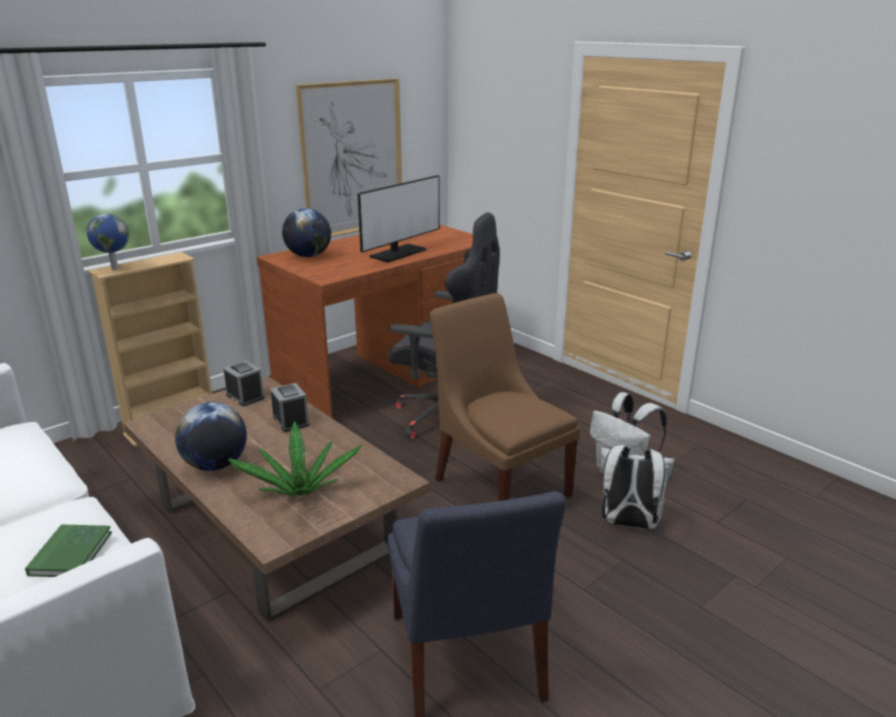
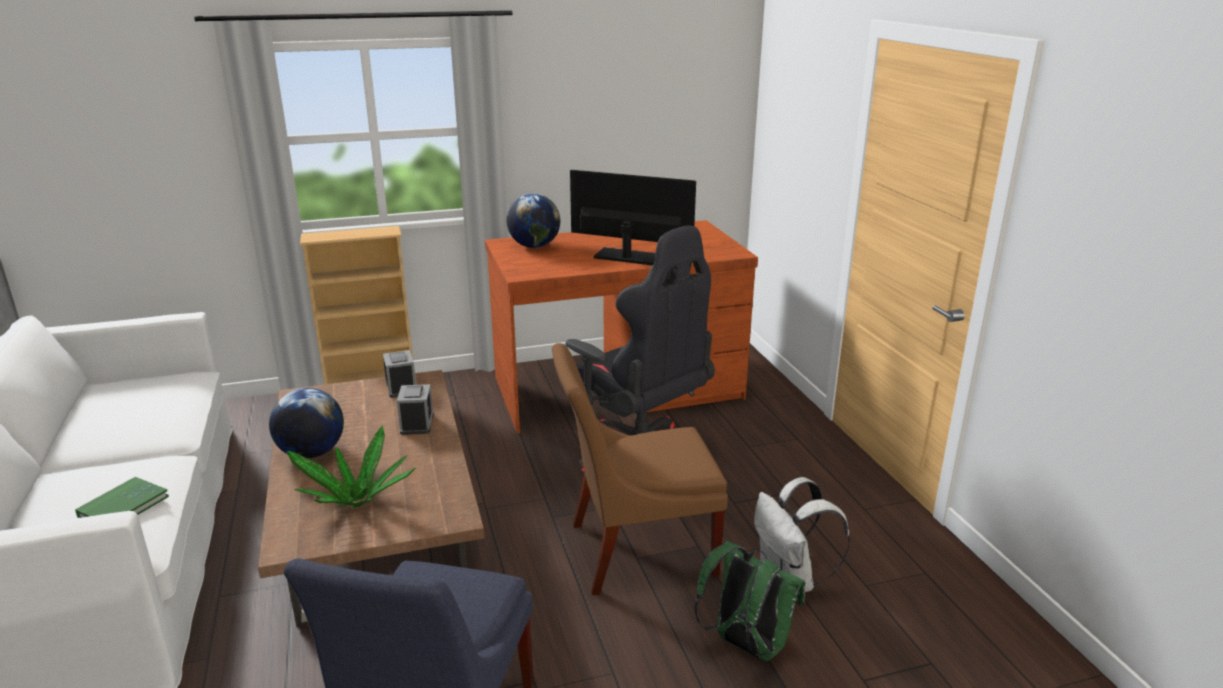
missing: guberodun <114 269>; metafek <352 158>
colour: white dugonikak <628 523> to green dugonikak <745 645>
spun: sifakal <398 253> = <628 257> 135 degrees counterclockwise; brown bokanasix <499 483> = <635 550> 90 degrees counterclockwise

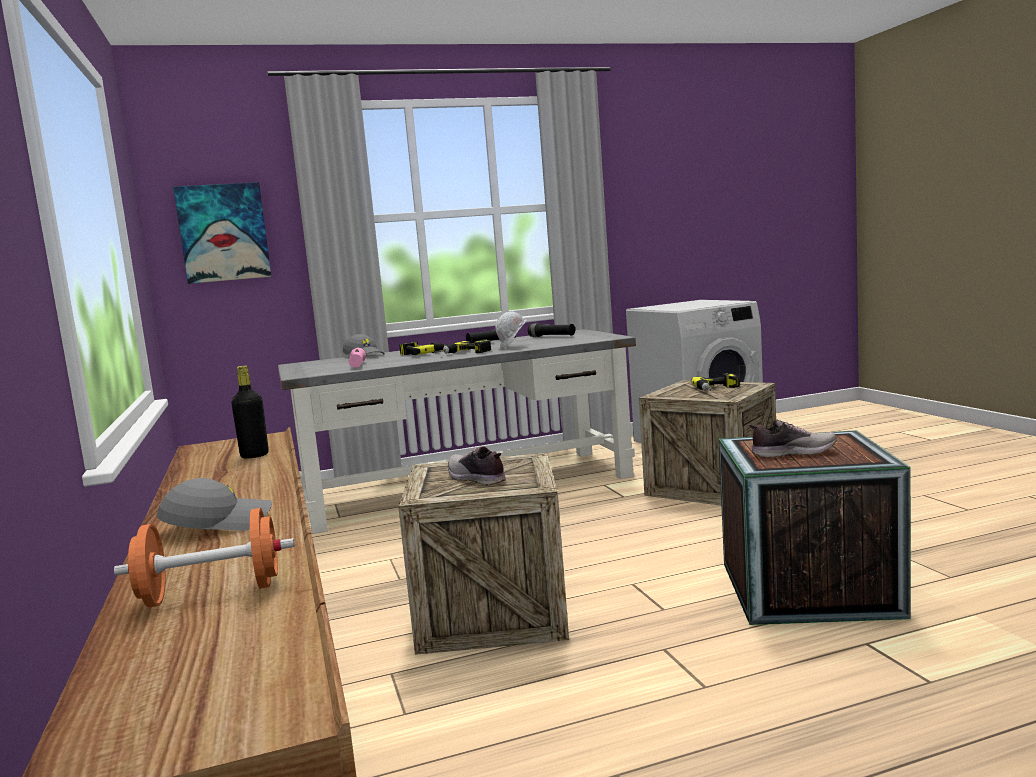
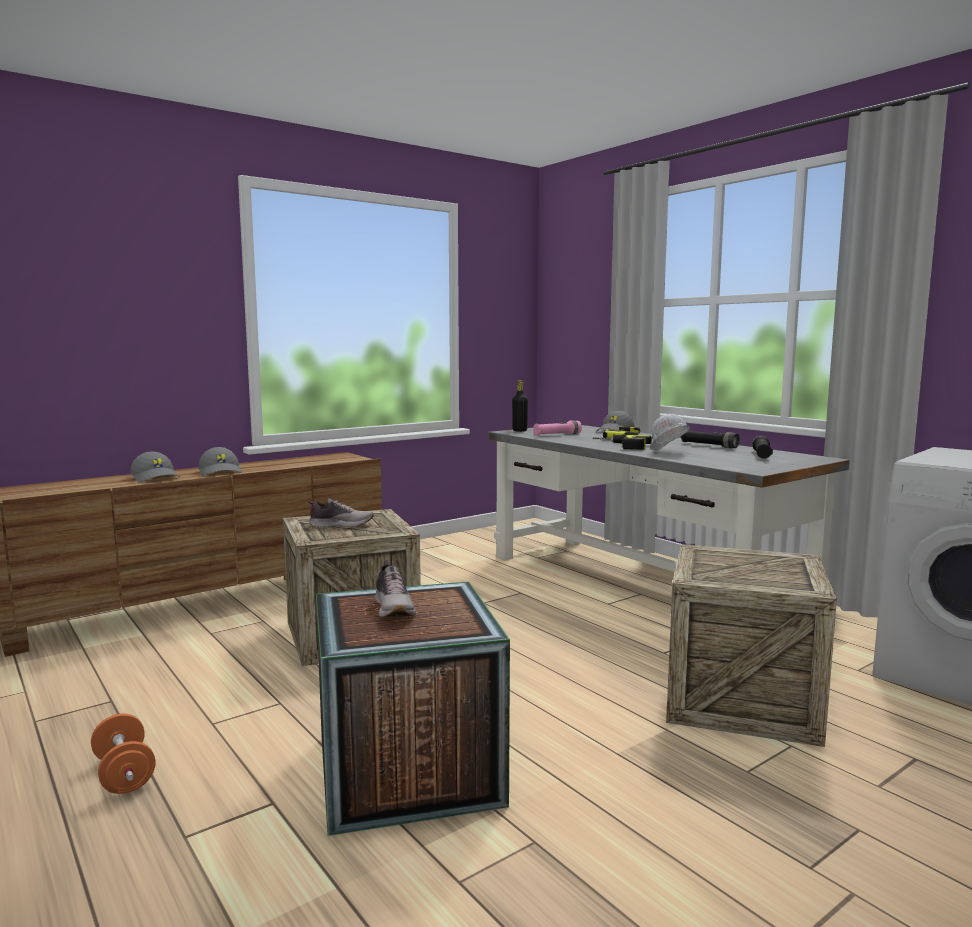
missing: metafek <223 233>; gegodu <718 389>
appeared: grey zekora <221 472>
relocated: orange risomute <212 594> to <124 775>; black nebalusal <254 455> to <519 431>
spun: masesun <476 479> = <341 525> 60 degrees clockwise

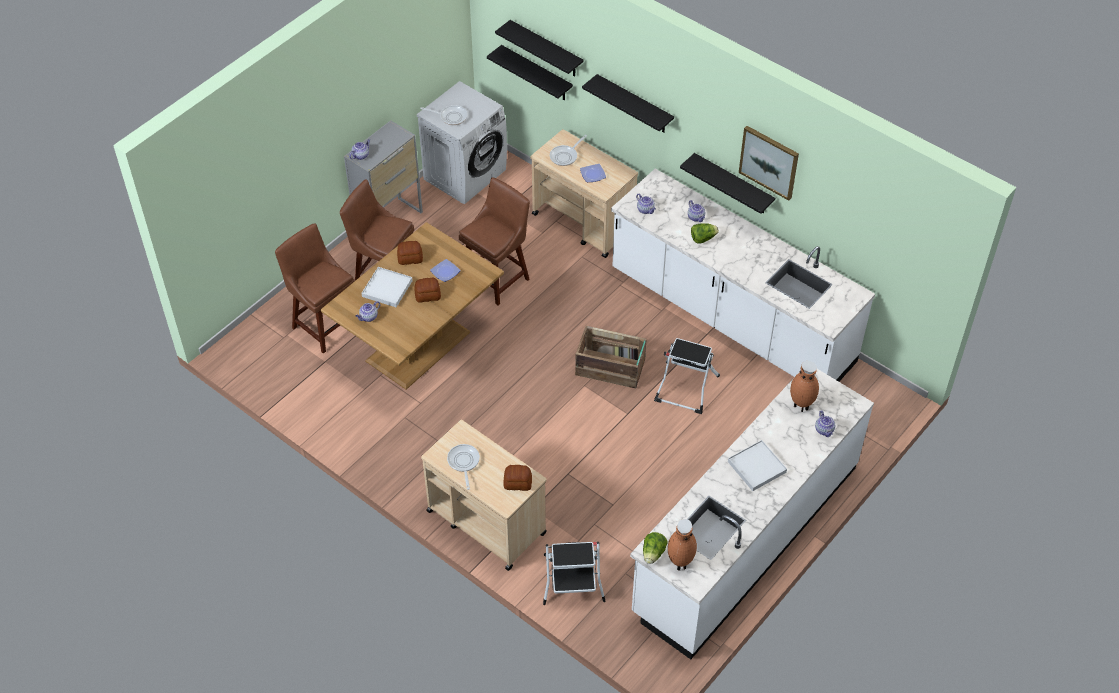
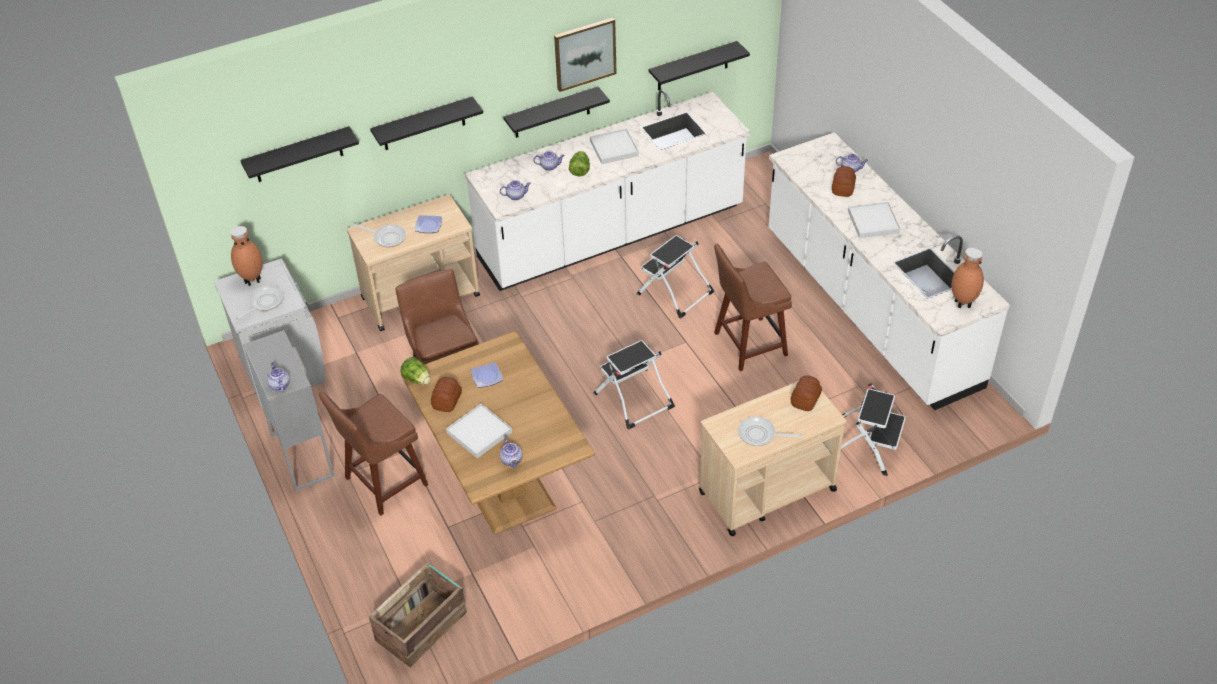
appeared: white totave <614 148>; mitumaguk <634 397>
relocated: brown bokanasix <325 323> to <746 344>; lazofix <428 295> to <843 188>; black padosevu <536 74> to <693 66>; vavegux <611 368> to <422 626>; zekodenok <653 553> to <417 379>; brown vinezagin <801 405> to <252 280>
spun: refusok <565 156> = <387 237> 45 degrees counterclockwise

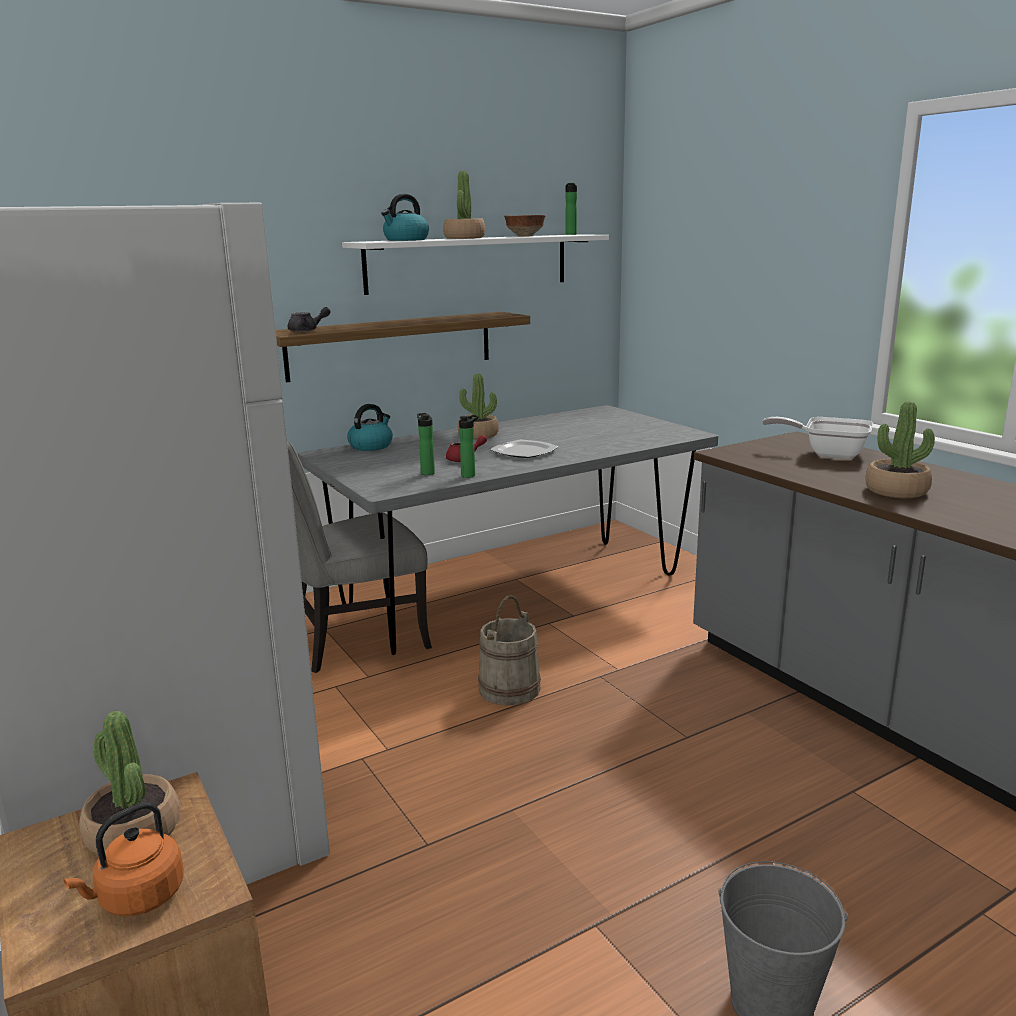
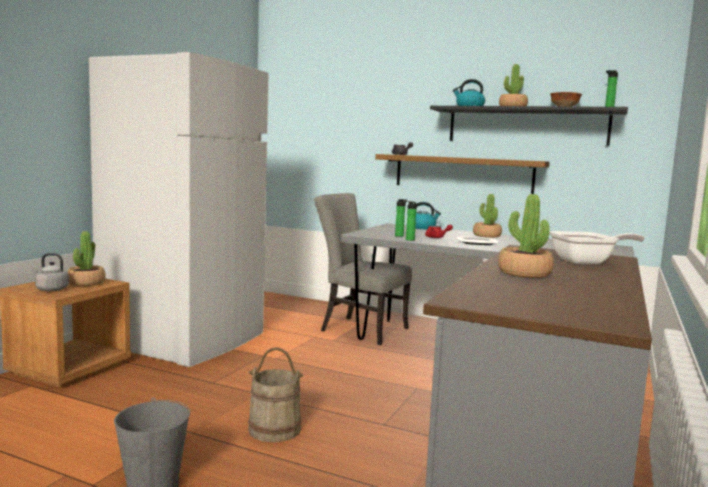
relocated: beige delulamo <509 689> to <274 429>
colour: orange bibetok <137 898> to grey bibetok <50 289>; white padosevu <469 263> to black padosevu <526 126>
spun: refusok <827 453> = <587 262> 90 degrees clockwise

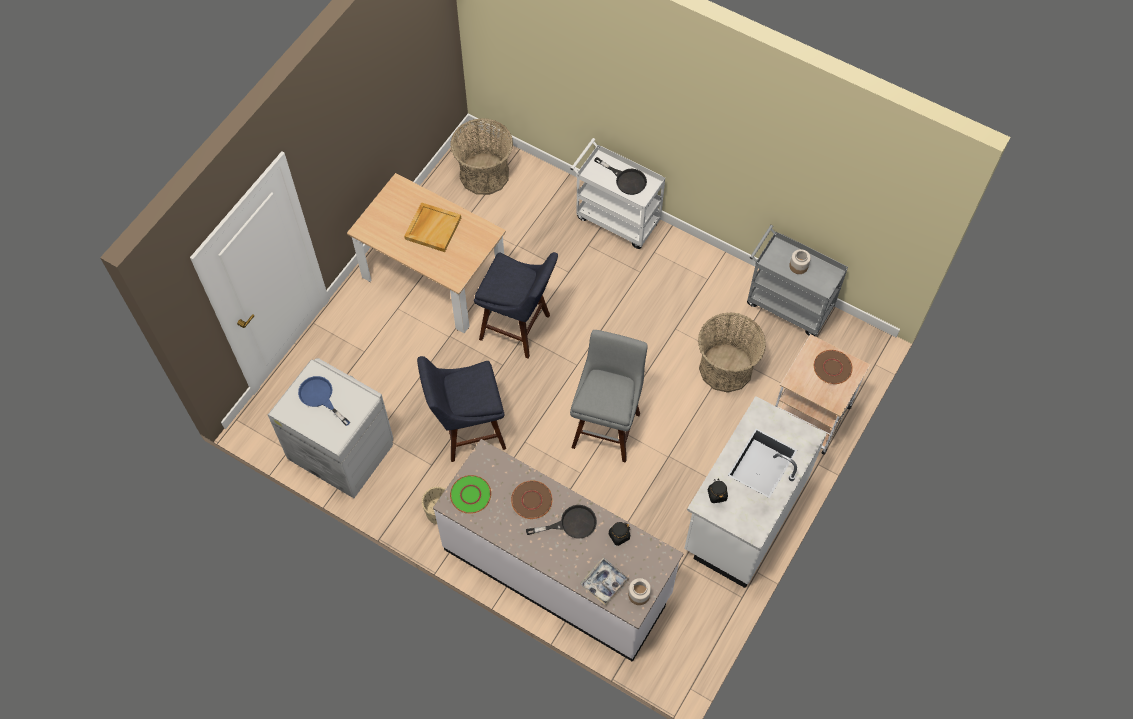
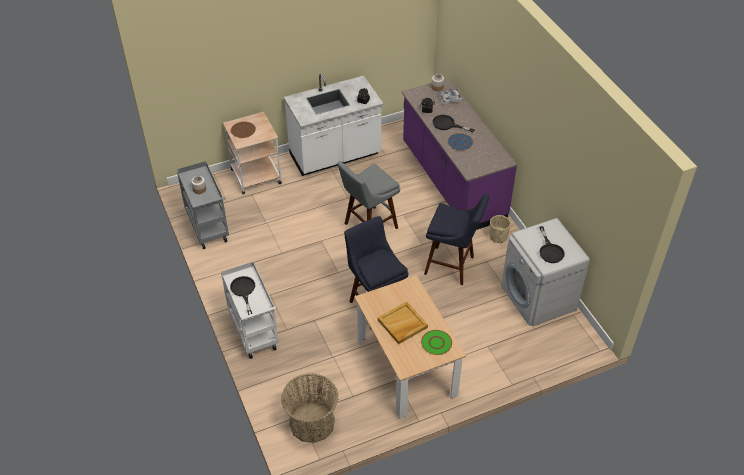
missing: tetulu <726 368>
relocated: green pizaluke <470 494> to <436 343>
colour: blue refusok <320 397> to black refusok <550 250>; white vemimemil <557 571> to purple vemimemil <452 181>; brown pizaluke <531 500> to blue pizaluke <460 142>

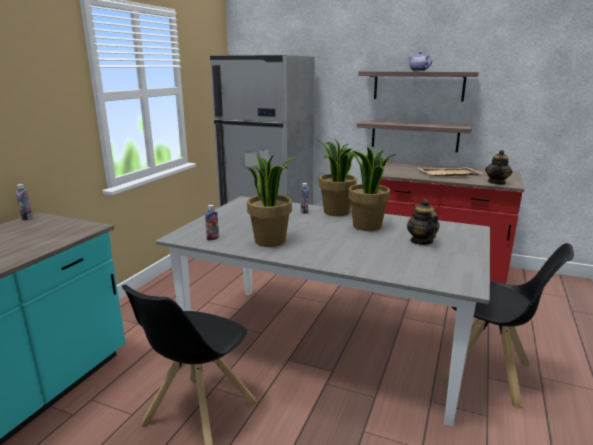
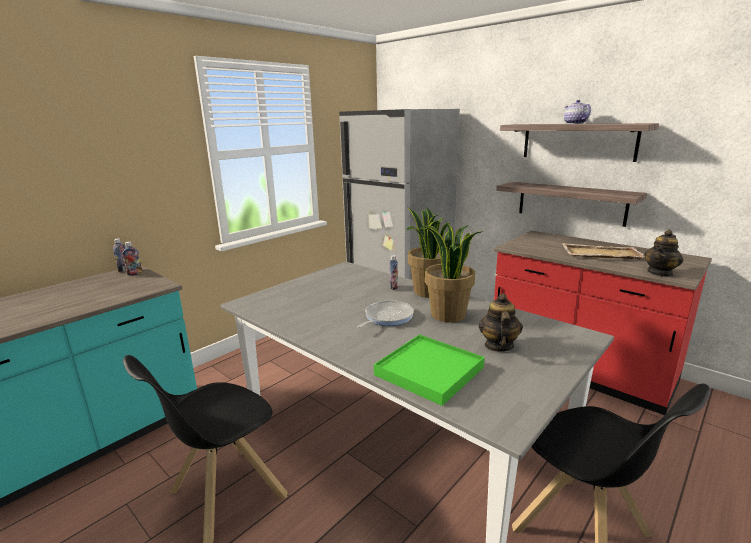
missing: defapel <270 241>
appeared: refusok <387 317>; green totave <429 371>
relocated: nebalusal <213 238> to <135 274>

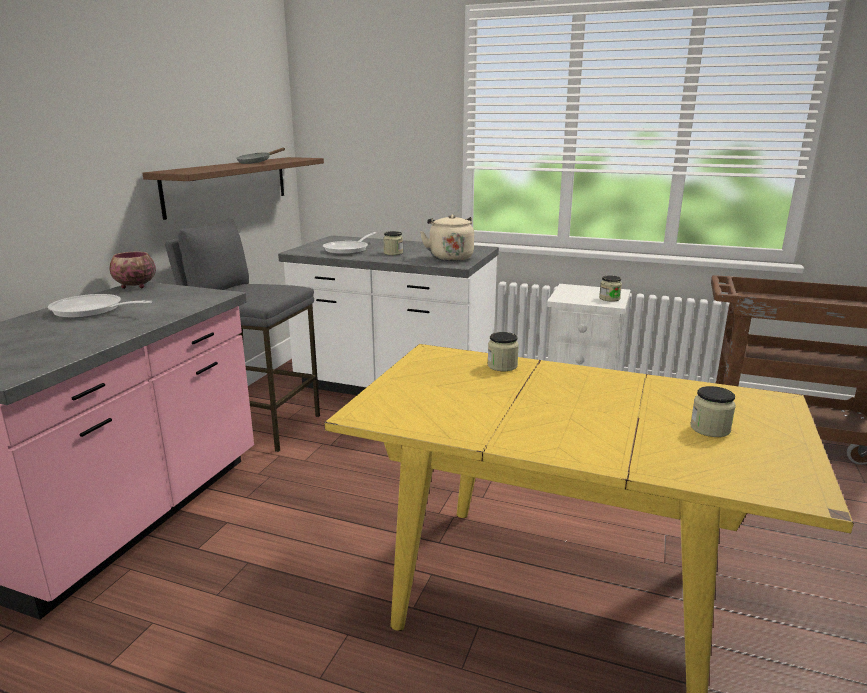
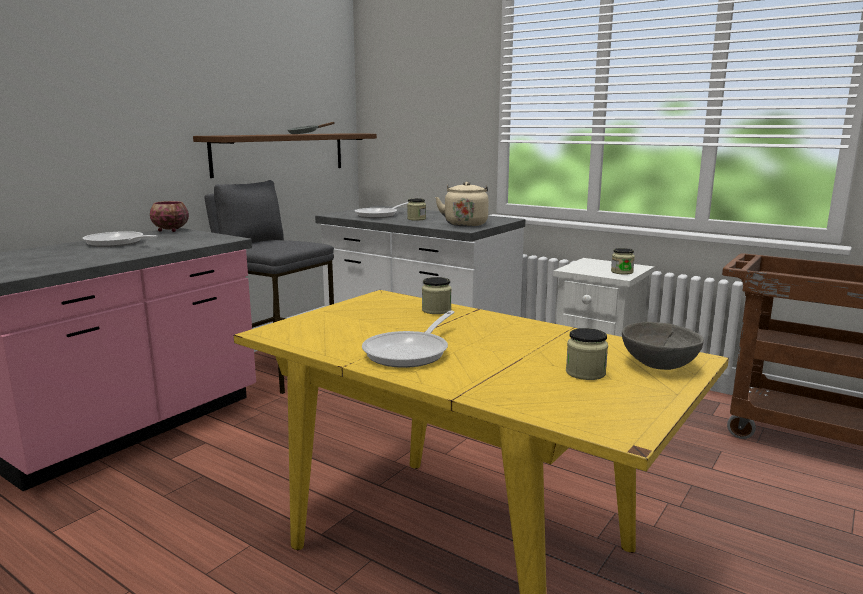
appeared: refusok <410 352>; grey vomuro <658 365>

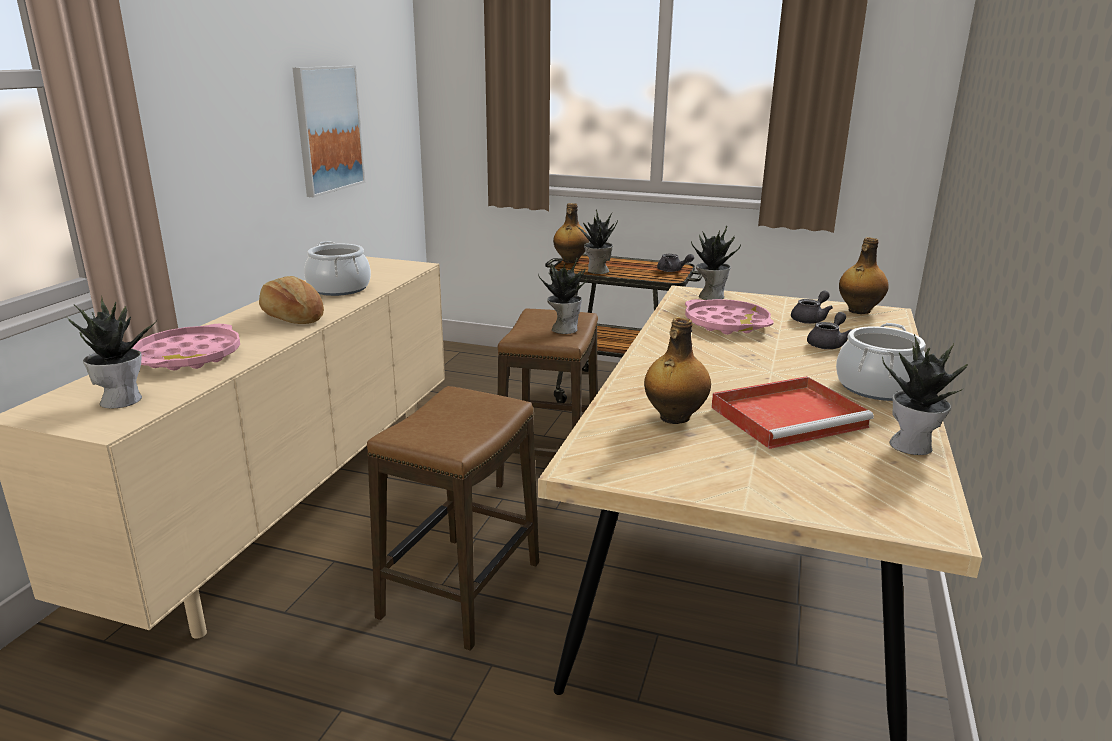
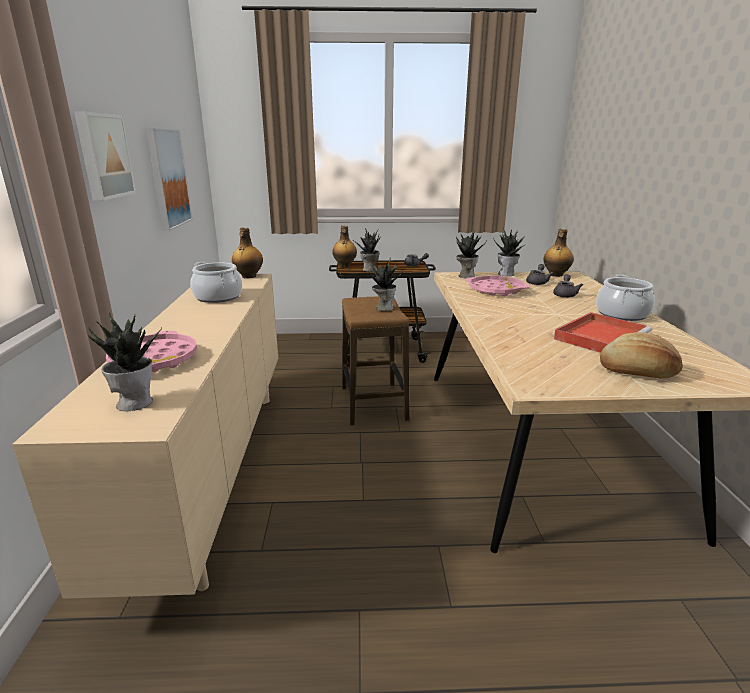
missing: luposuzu <461 589>
appeared: metafek <103 156>
relocated: lazofix <292 317> to <638 372>; nebalusal <674 418> to <248 276>; defapel <912 446> to <507 274>

